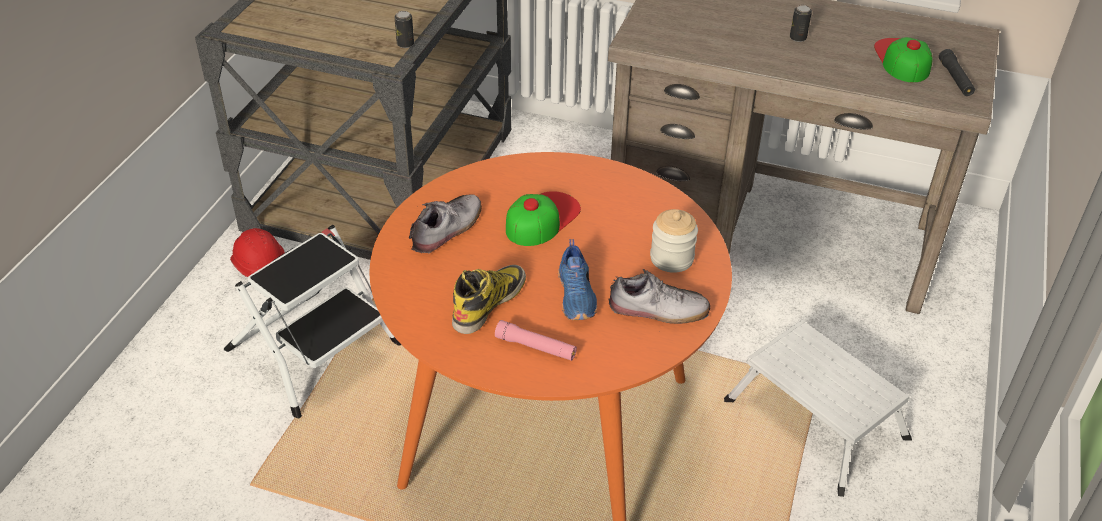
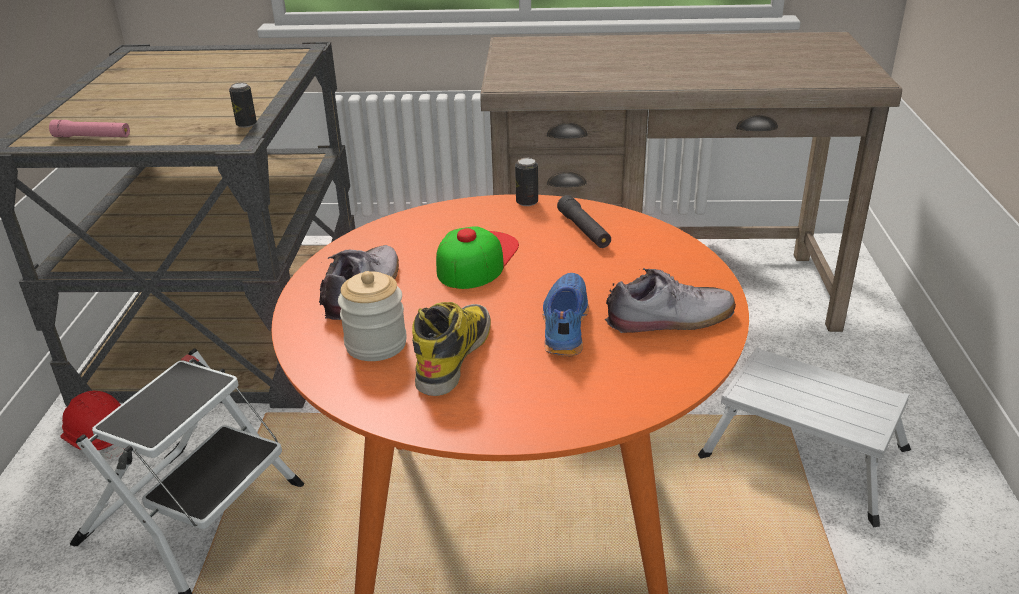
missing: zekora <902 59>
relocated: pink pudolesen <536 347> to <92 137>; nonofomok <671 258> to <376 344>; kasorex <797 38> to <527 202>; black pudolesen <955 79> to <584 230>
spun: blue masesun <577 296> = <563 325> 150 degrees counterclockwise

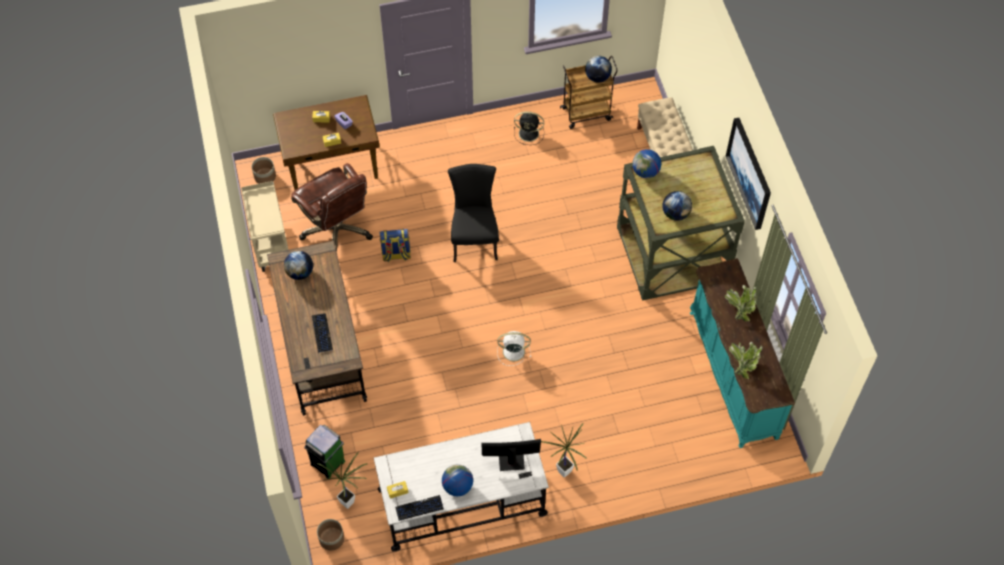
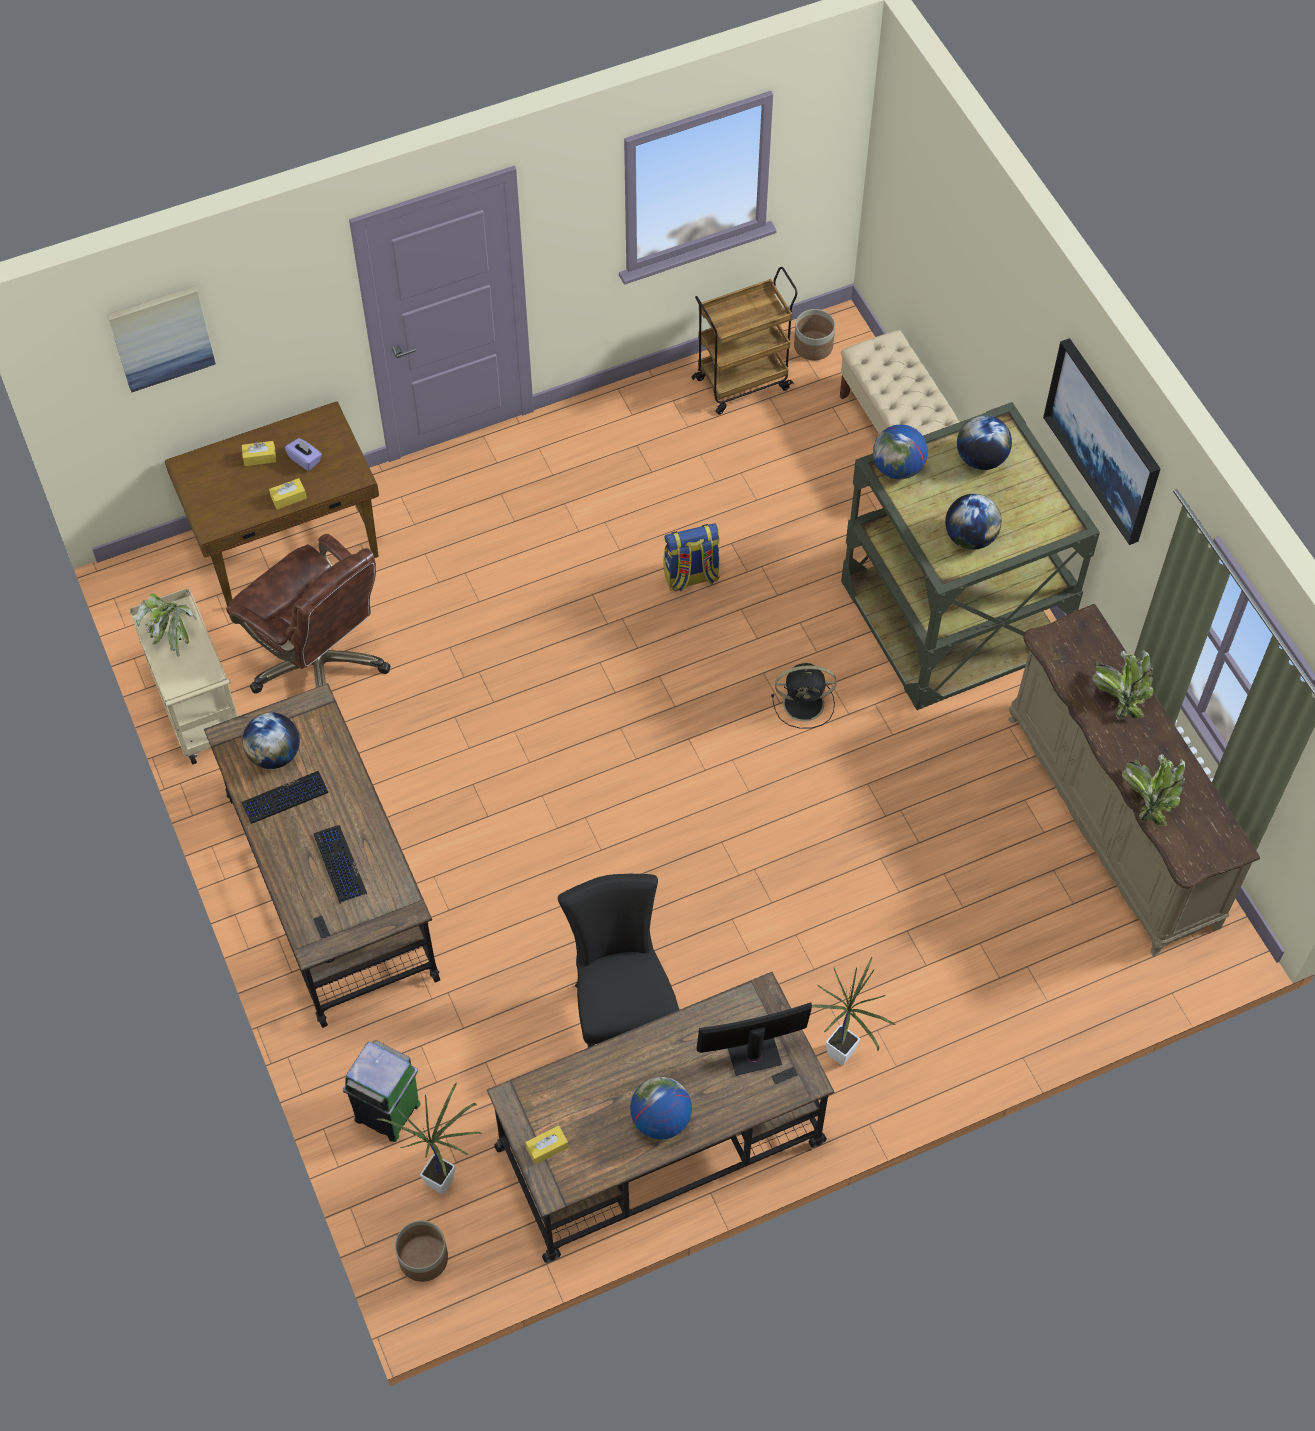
missing: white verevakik <512 351>
appeared: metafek <161 337>; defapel <171 633>
relocated: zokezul <265 176> to <813 346>; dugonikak <396 255> to <691 577>; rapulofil <419 508> to <285 798>; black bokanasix <474 238> to <621 1011>; black verevakik <529 133> to <805 703>; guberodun <597 77> to <981 459>
colour: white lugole <462 502> to brown lugole <661 1145>; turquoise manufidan <731 374> to beige manufidan <1108 822>

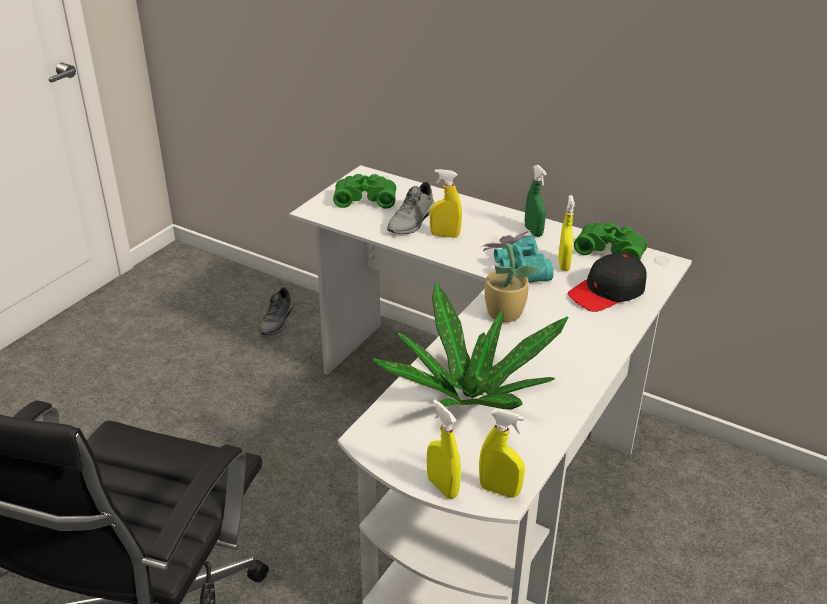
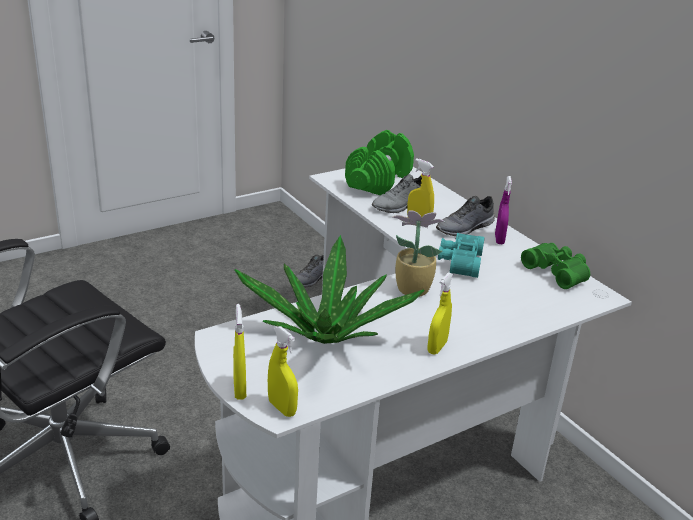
missing: black zekora <607 292>
appeared: grey masesun <465 228>
relocated: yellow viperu <563 264> to <437 347>
exchanged: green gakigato <365 198> to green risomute <379 180>
colour: green viperu <533 231> to purple viperu <499 239>

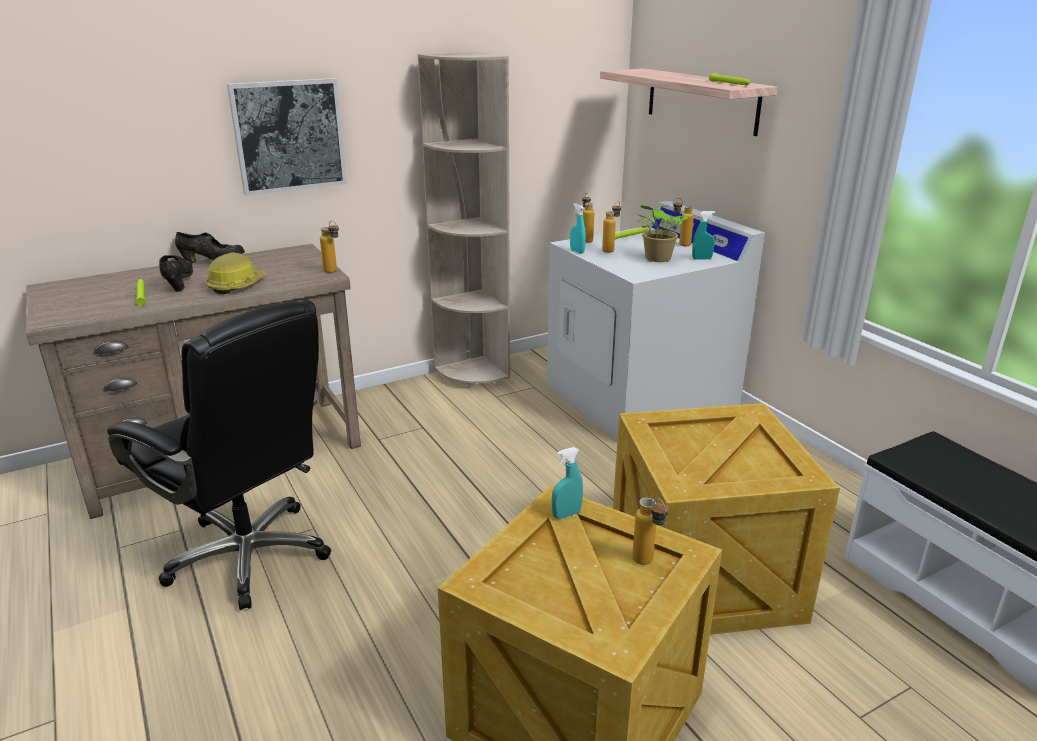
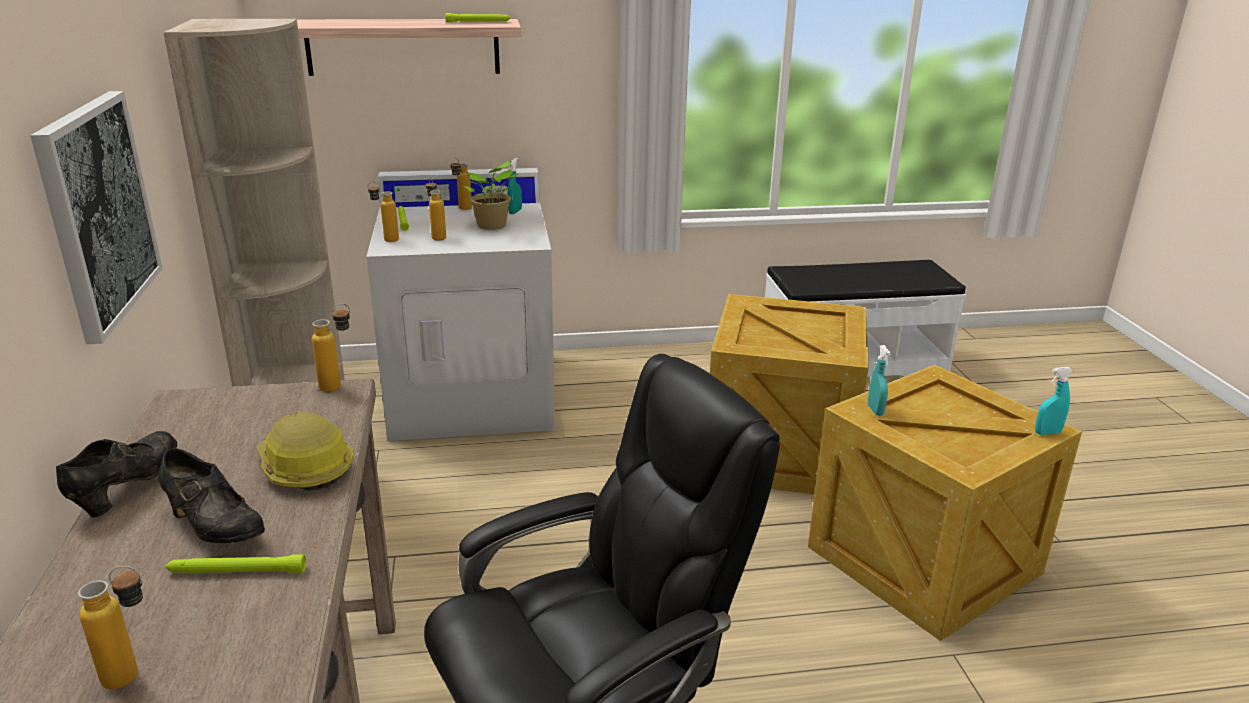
relocated: turquoise viperu <577 251> to <1047 432>; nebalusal <647 564> to <135 677>
spun: black masesun <178 283> = <214 528> 150 degrees counterclockwise

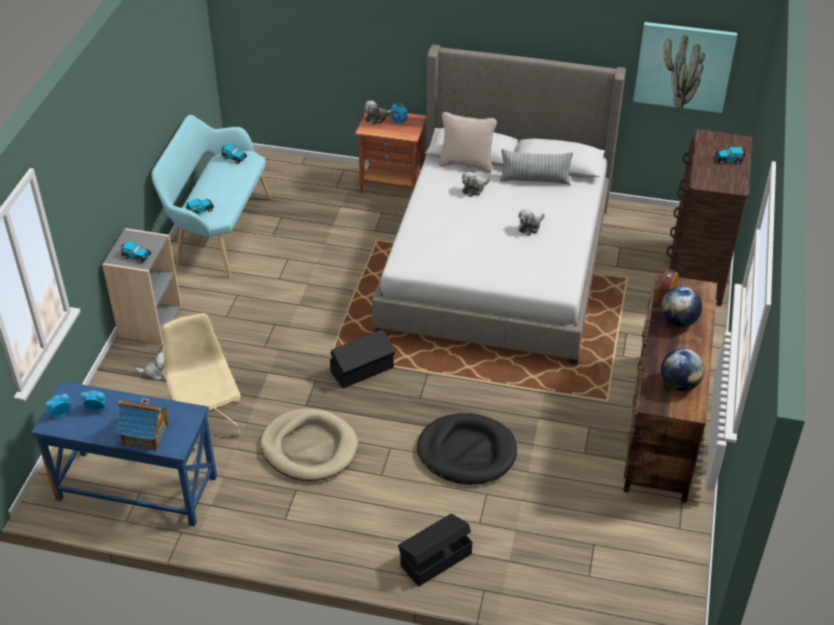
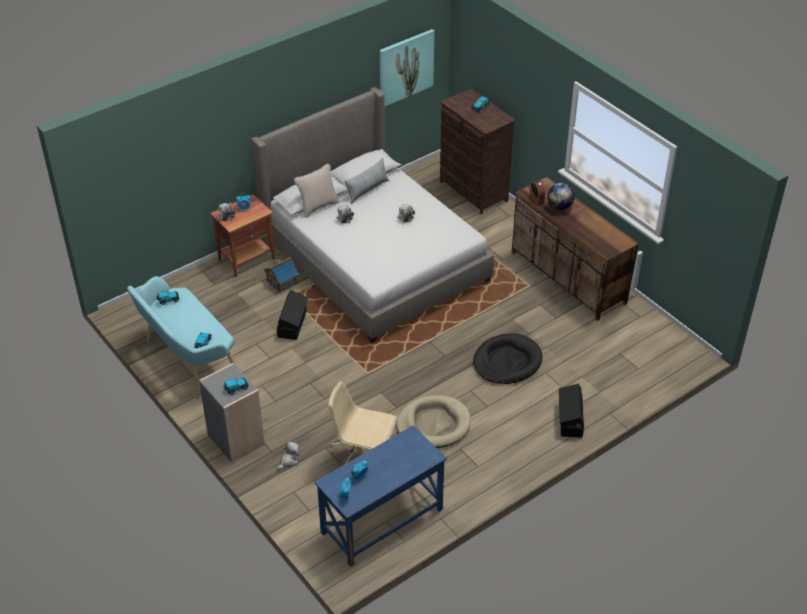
missing: guberodun <679 384>
relocated: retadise <146 434> to <282 282>; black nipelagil <363 370> to <293 324>

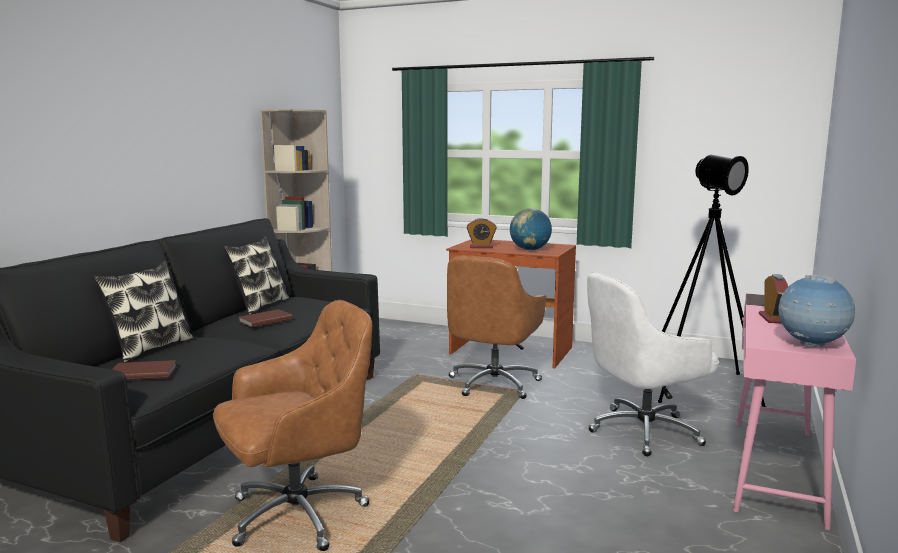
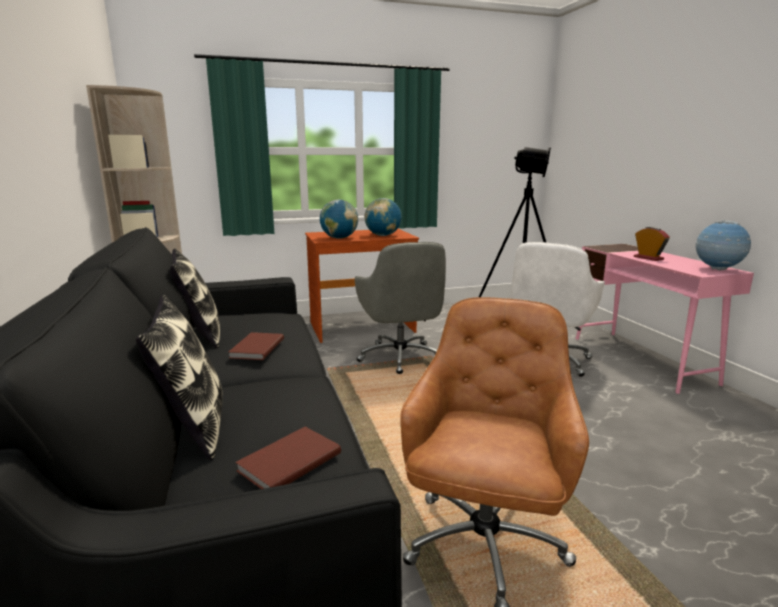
exchanged: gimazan <481 247> to guberodun <339 238>
colour: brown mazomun <493 384> to grey mazomun <399 357>

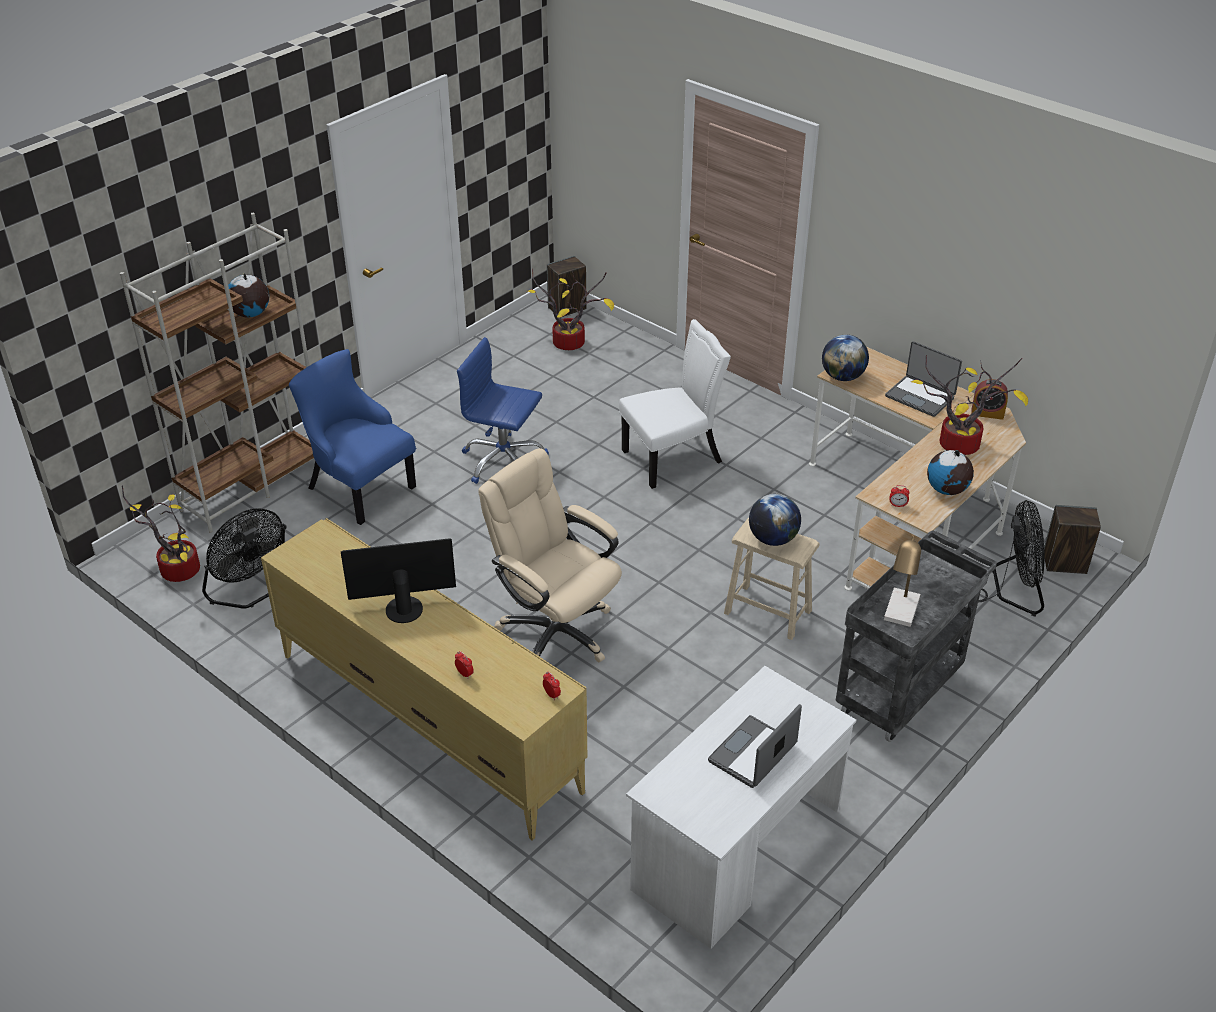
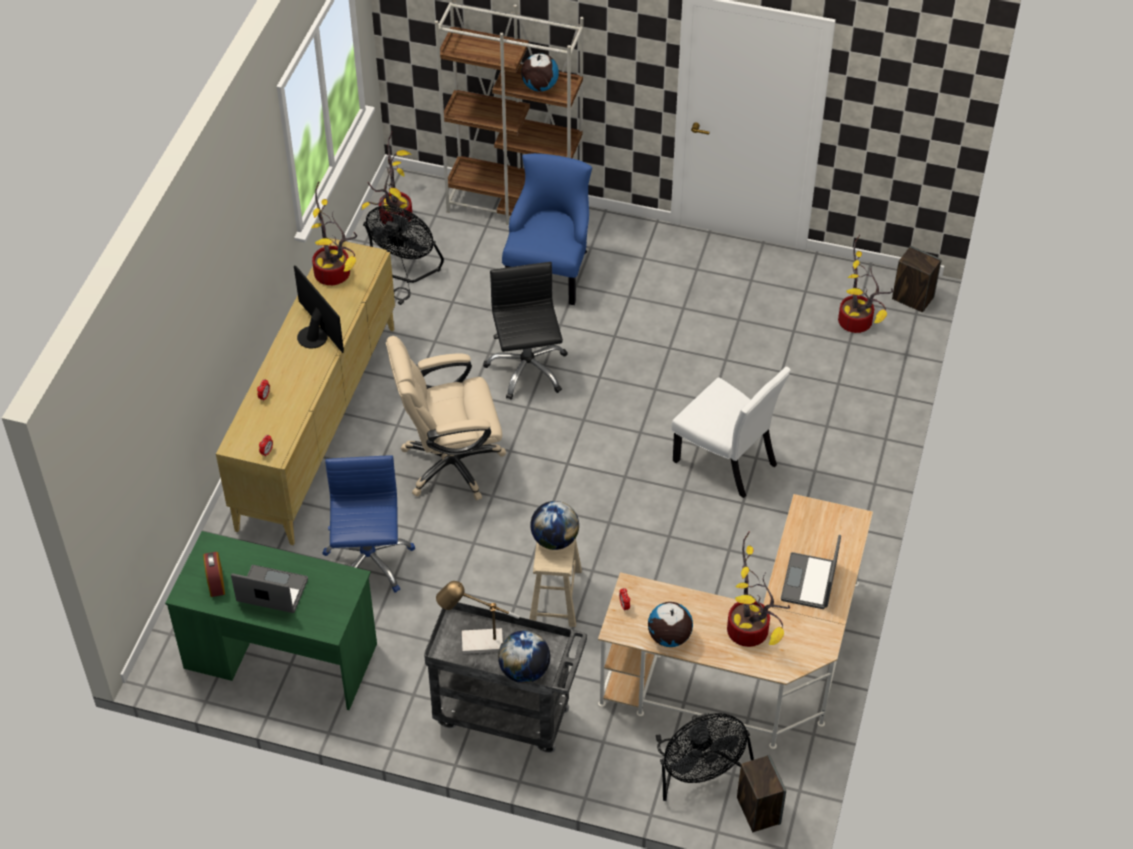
appeared: defapel <335 274>; black mazomun <527 369>
relocated: blue mazomun <503 461> to <368 562>; guberodun <842 376> to <524 671>; gimazan <987 413> to <216 582>
colour: white lugole <736 850> to green lugole <280 656>
spun: beige mazomun <555 632> = <451 464> 120 degrees counterclockwise

